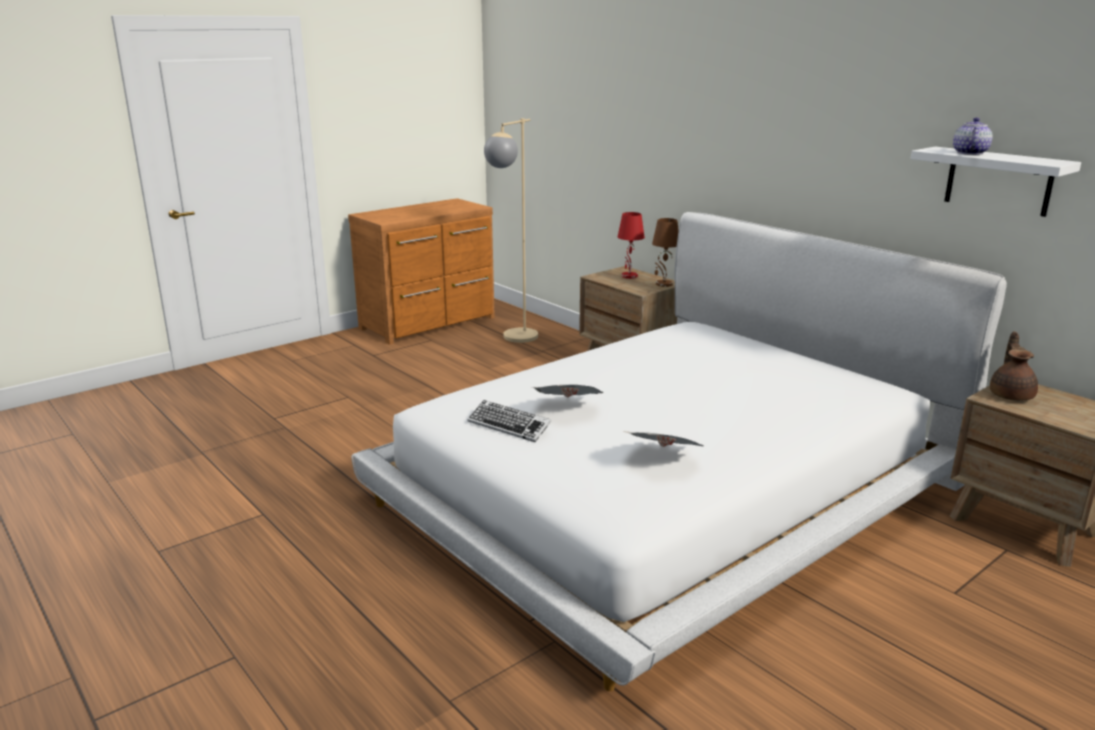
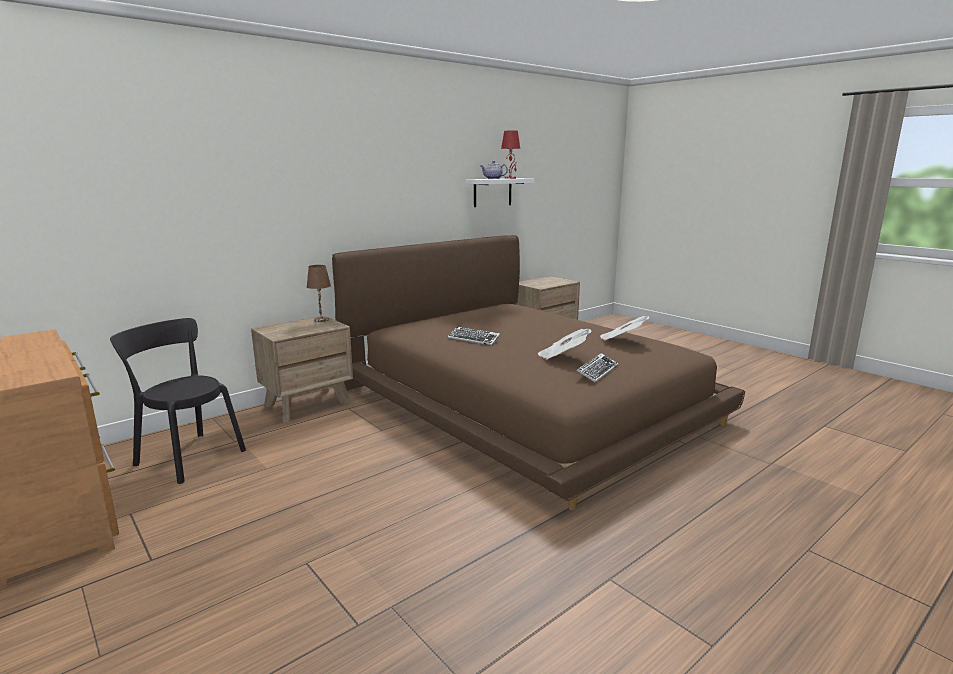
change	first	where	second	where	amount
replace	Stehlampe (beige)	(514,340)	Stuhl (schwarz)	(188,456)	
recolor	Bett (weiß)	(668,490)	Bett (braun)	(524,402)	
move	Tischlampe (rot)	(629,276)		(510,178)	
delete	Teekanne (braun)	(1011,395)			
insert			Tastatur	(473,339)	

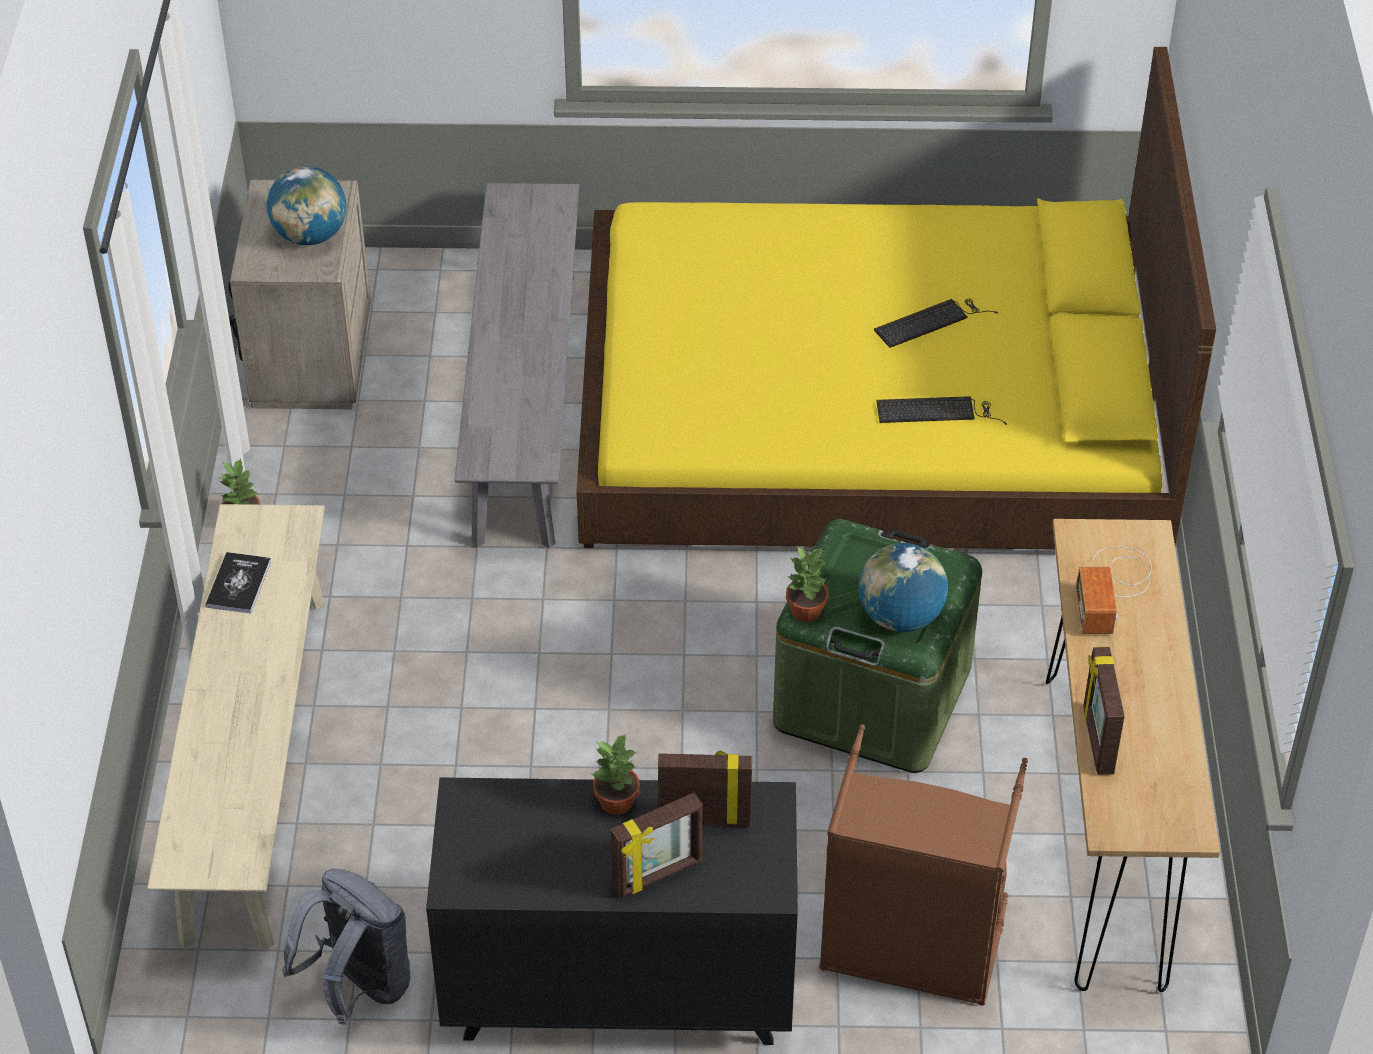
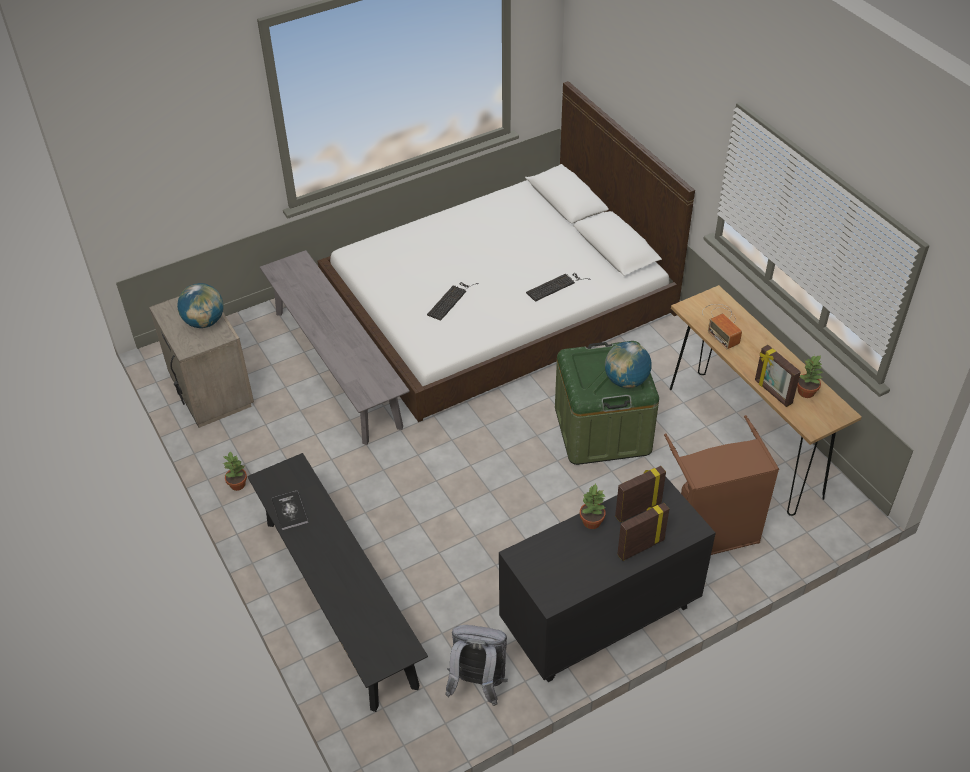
change	first	where	second	where	amount
recolor	Bett (gelb)	(871,409)	Bett (weiß)	(499,303)	
move	Tastatur	(932,321)		(451,300)	
recolor	Bank (beige)	(255,764)	Bank (schwarz)	(339,601)	
move	Topfpflanze	(807,611)		(806,392)	
rotate	Bilderrahmen	(658,876)		(640,547)	150 degrees counterclockwise

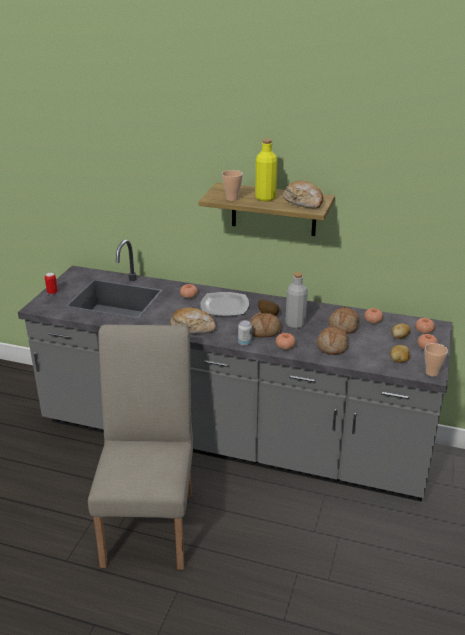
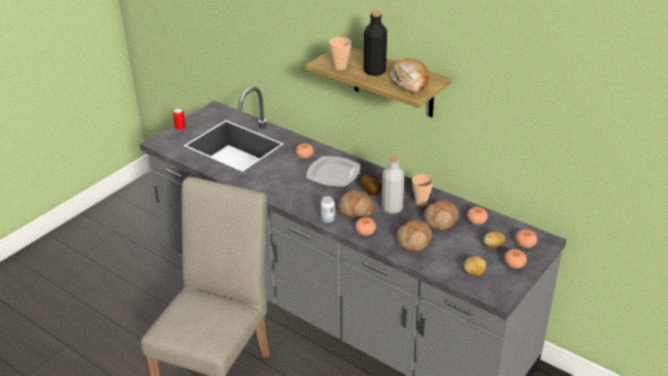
change	first	where	second	where	amount
recolor	Flasche (gelb)	(265,198)	Flasche (schwarz)	(374,71)	
delete	Brot	(193,327)			
move	Tasse	(432,373)		(421,202)	

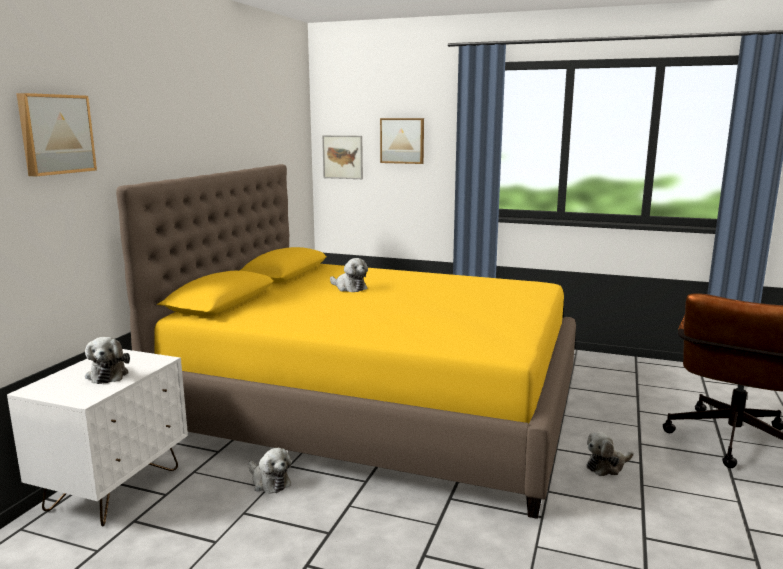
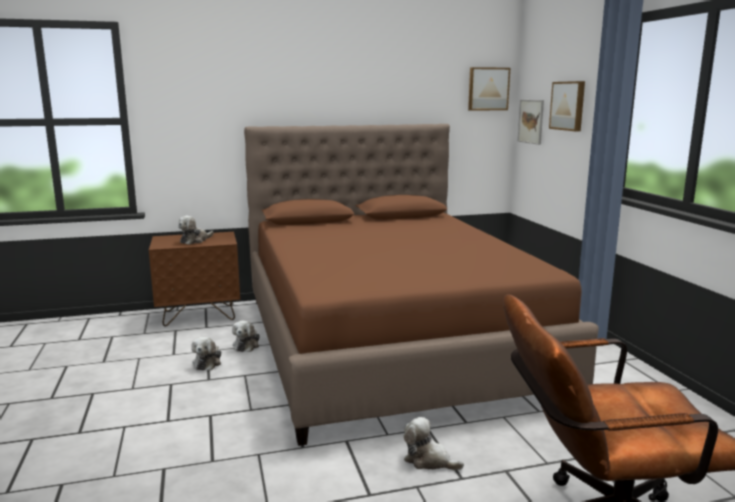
change	first	where	second	where	amount
move	Bild	(55,134)		(488,89)	
recolor	Bett (gelb)	(377,407)	Bett (braun)	(389,342)	
move	Plüschtier	(349,288)		(208,363)	
recolor	Nachttisch (weiß)	(114,489)	Nachttisch (braun)	(199,315)	

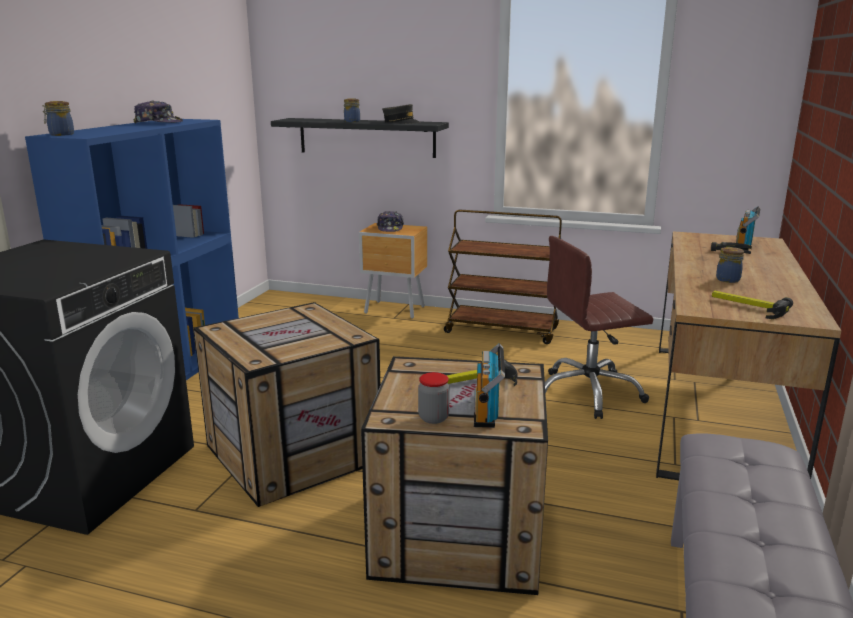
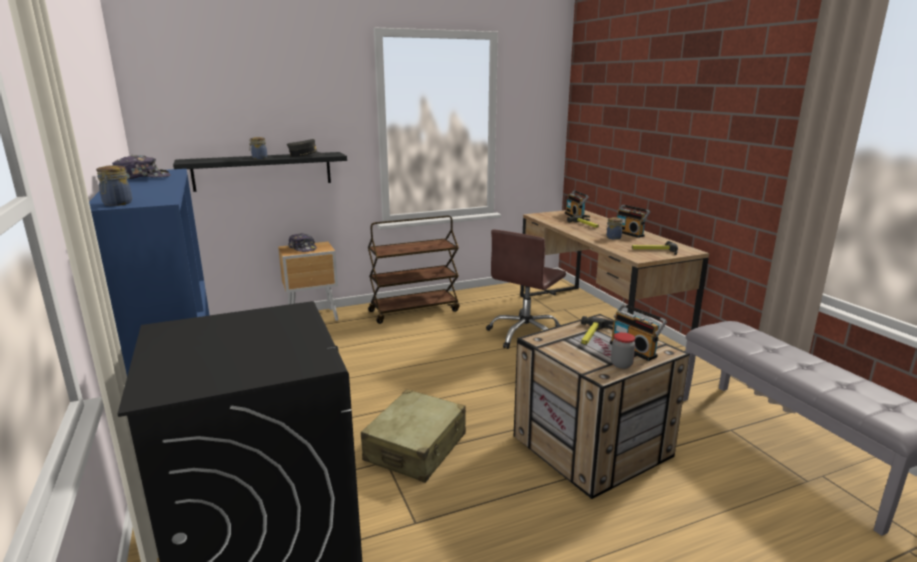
change	first	where	second	where	amount
replace	Kiste	(294,452)	Koffer (beige)	(416,448)	
insert			Radio	(630,233)	

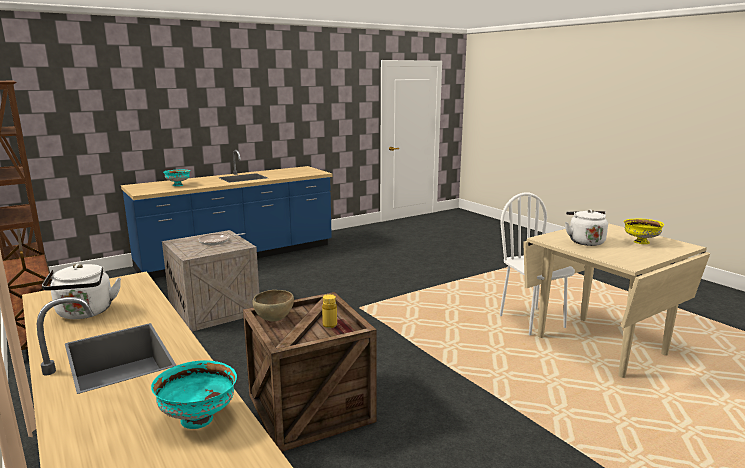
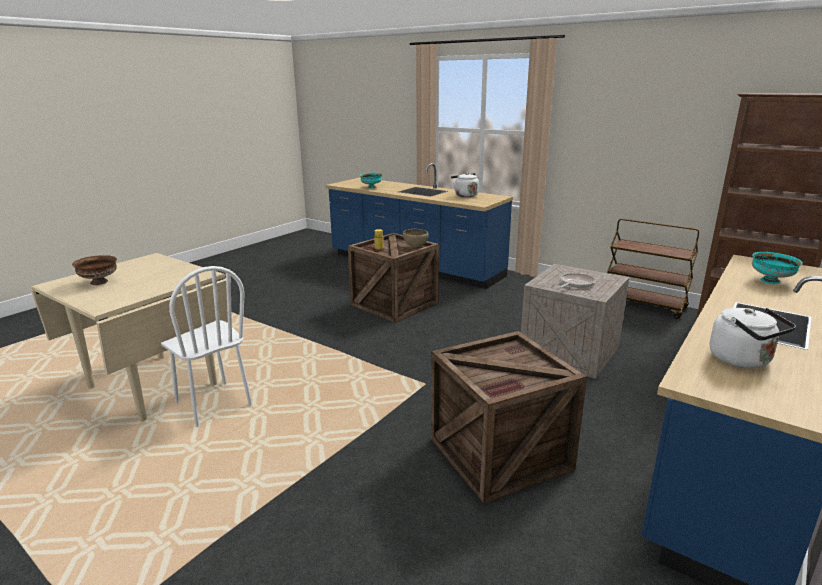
change	first	where	second	where	amount
move	Wasserkessel (weiß)	(585,241)		(743,360)	
recolor	Schüssel (gelb)	(640,242)	Schüssel (braun)	(100,282)	
insert			Kiste	(499,455)	

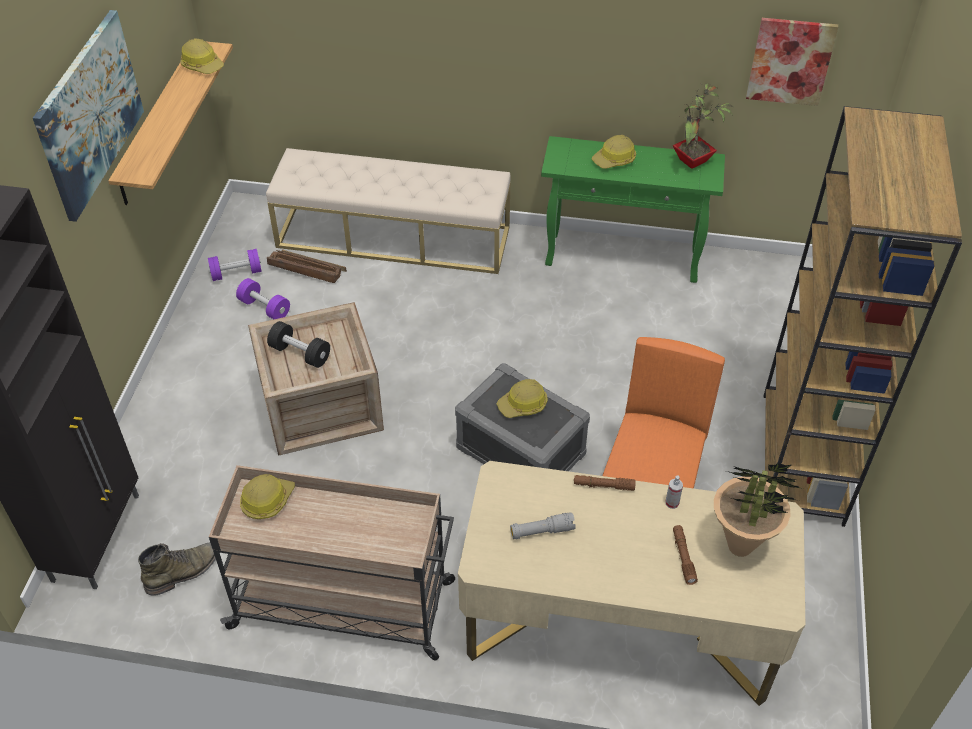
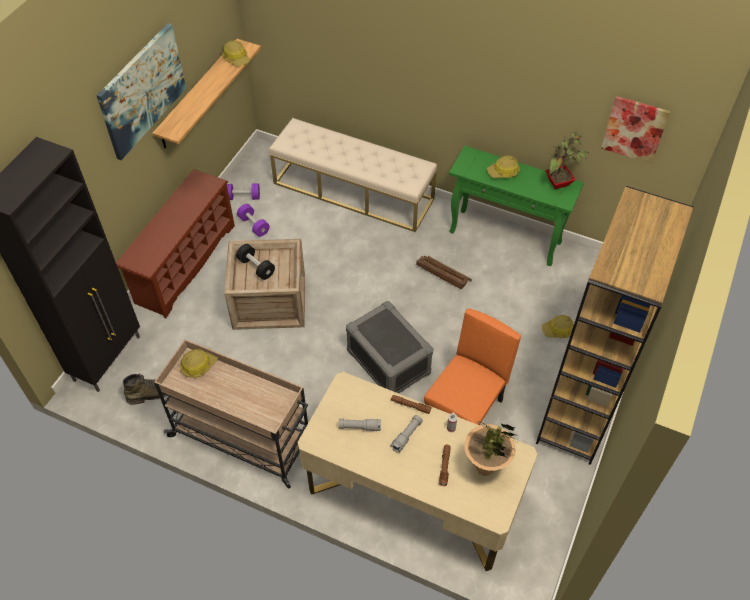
change	first	where	second	where	amount
move	Kiste	(306,270)		(442,274)	
move	Schutzhelm	(523,405)		(558,330)	
insert			Schuhregal (braun)	(184,263)	
insert			Taschenlampe (grau)	(406,436)	

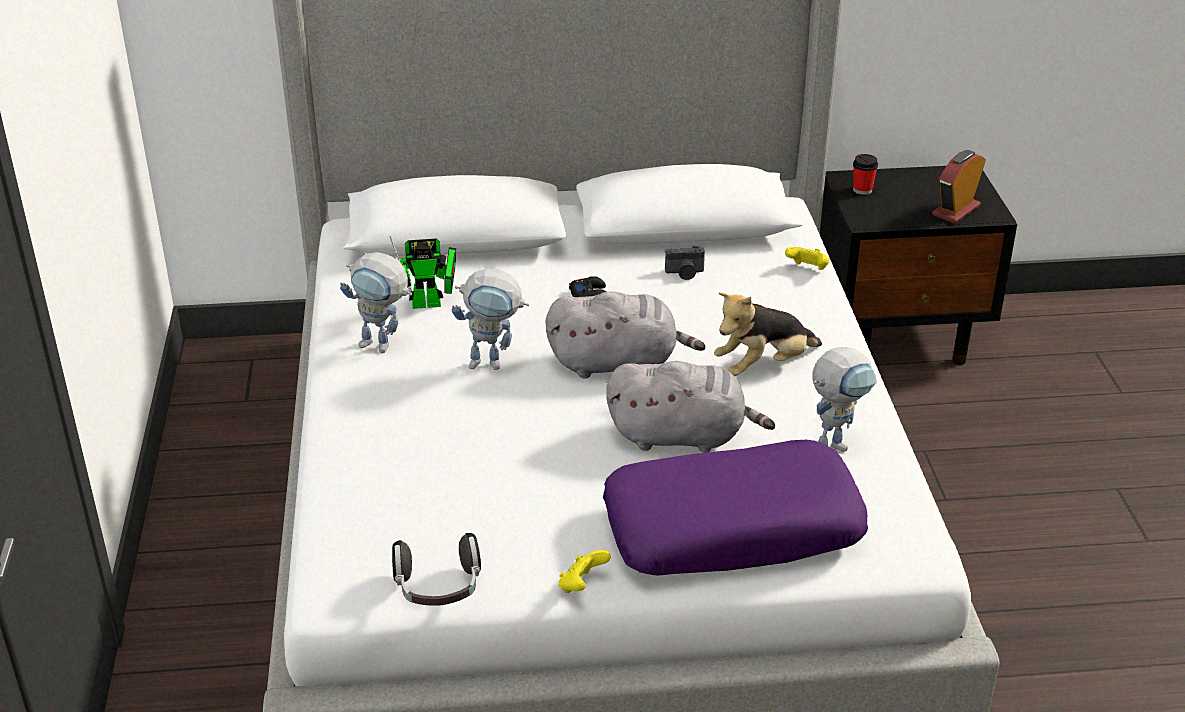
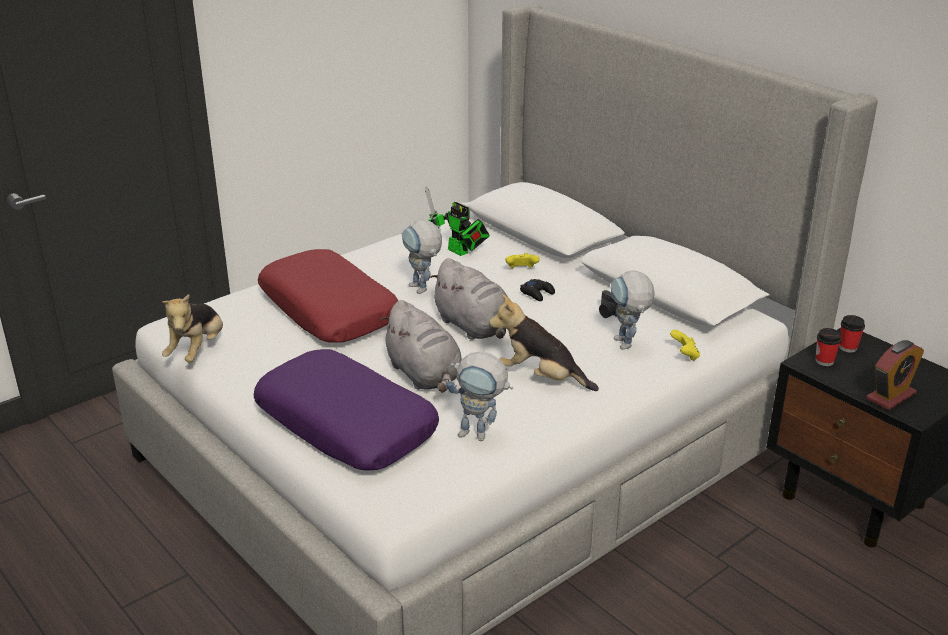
change	first	where	second	where	amount
rotate	Wecker	(956,210)		(890,396)	135 degrees clockwise
move	Spielzeugroboter	(383,346)		(627,346)	
replace	Kopfhörer	(438,589)	Plüschtier	(197,350)	
move	Gamepad (gelb)	(582,585)		(521,270)	
insert			Kissen (rot)	(329,310)	
insert			Tasse	(824,361)	

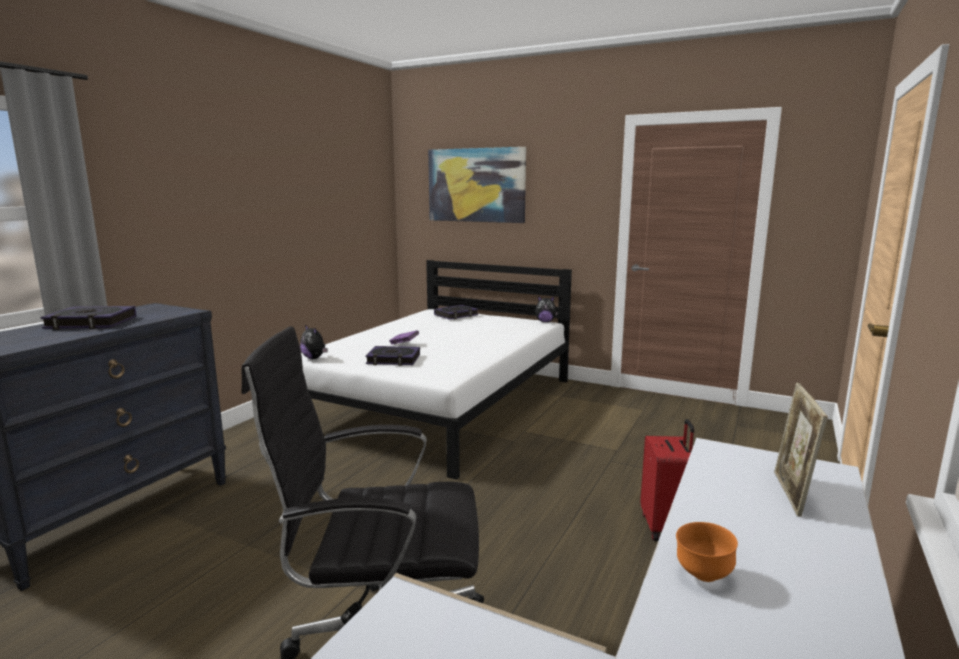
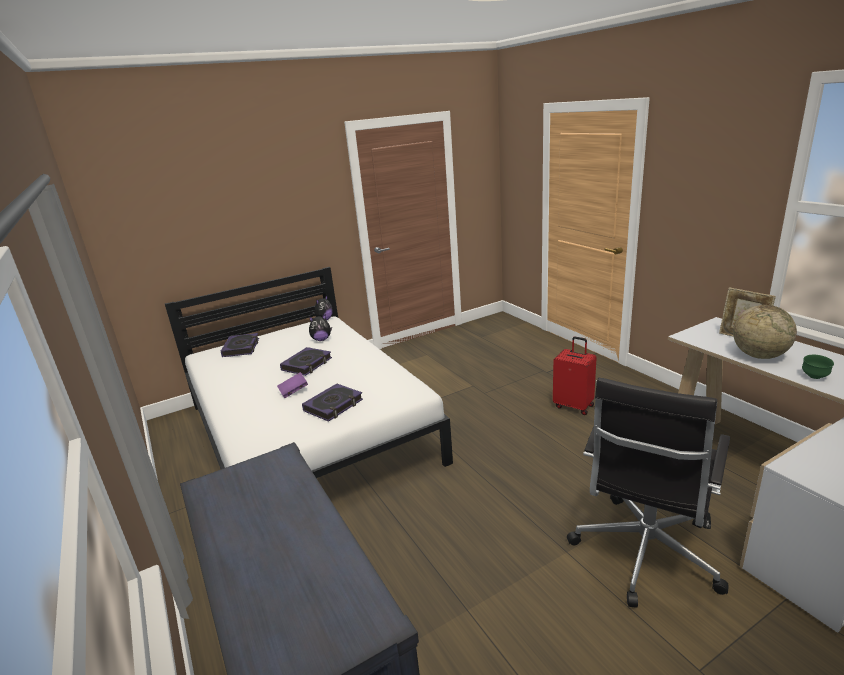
change	first	where	second	where	amount
delete	Bild	(476,185)			
move	Buch	(91,323)		(307,364)	
move	Plüschtier	(314,358)		(321,339)	
recolor	Schüssel (orange)	(702,575)	Schüssel (grün)	(814,377)	
insert			Globus	(759,355)	

